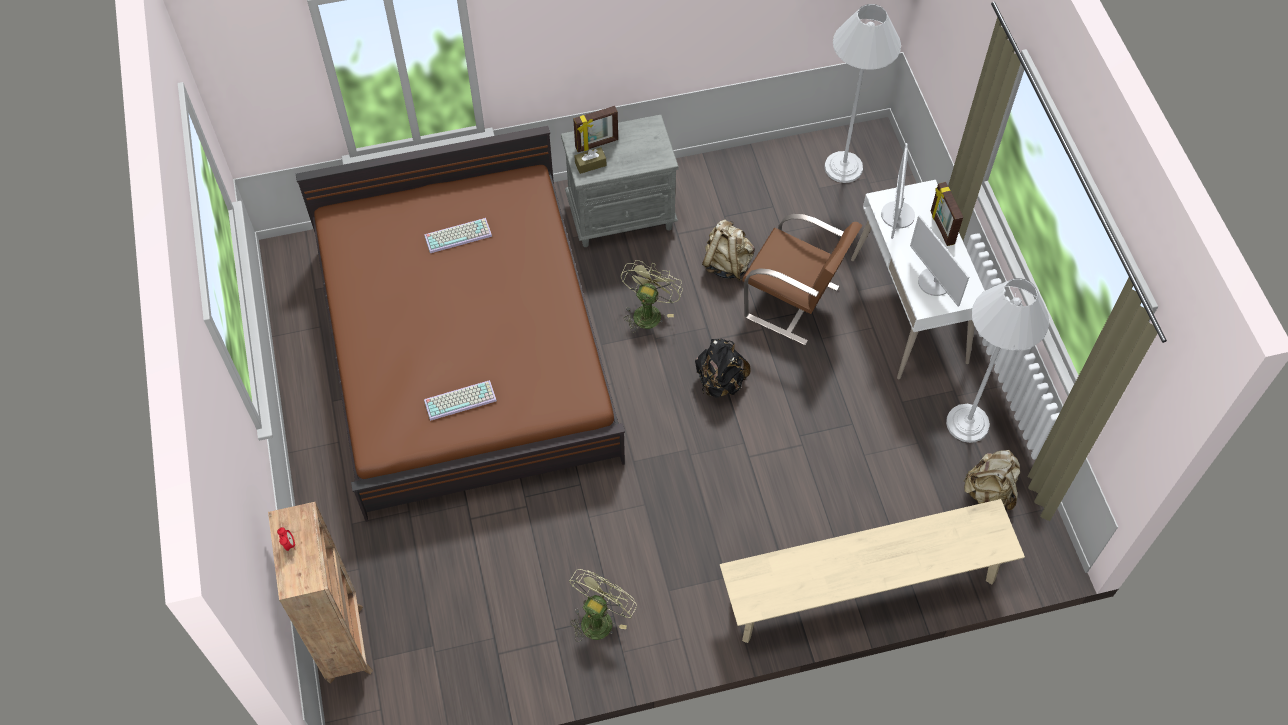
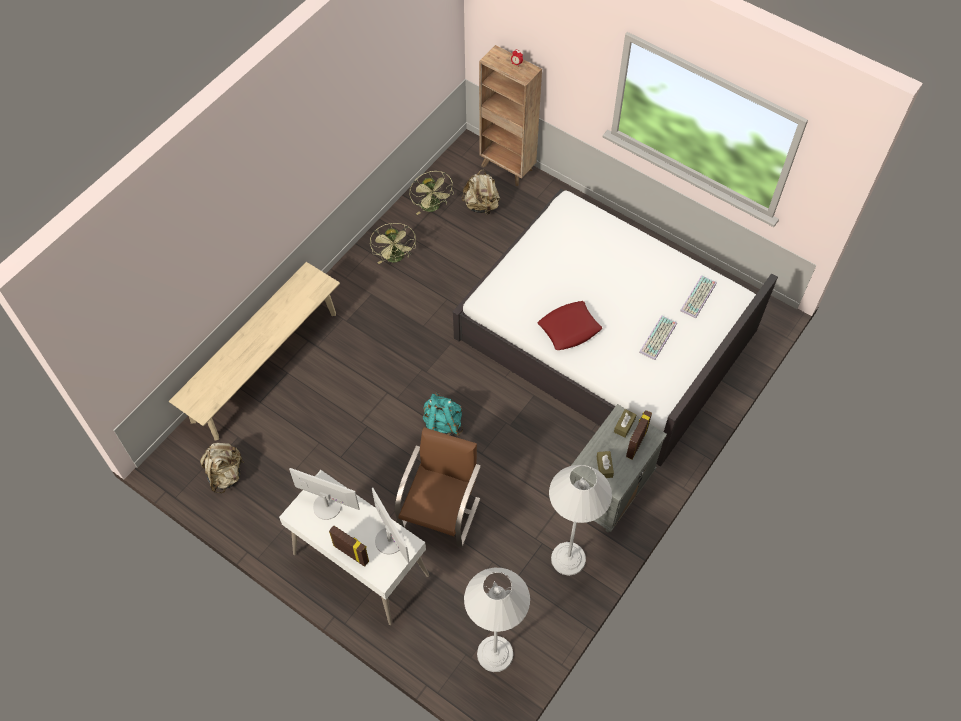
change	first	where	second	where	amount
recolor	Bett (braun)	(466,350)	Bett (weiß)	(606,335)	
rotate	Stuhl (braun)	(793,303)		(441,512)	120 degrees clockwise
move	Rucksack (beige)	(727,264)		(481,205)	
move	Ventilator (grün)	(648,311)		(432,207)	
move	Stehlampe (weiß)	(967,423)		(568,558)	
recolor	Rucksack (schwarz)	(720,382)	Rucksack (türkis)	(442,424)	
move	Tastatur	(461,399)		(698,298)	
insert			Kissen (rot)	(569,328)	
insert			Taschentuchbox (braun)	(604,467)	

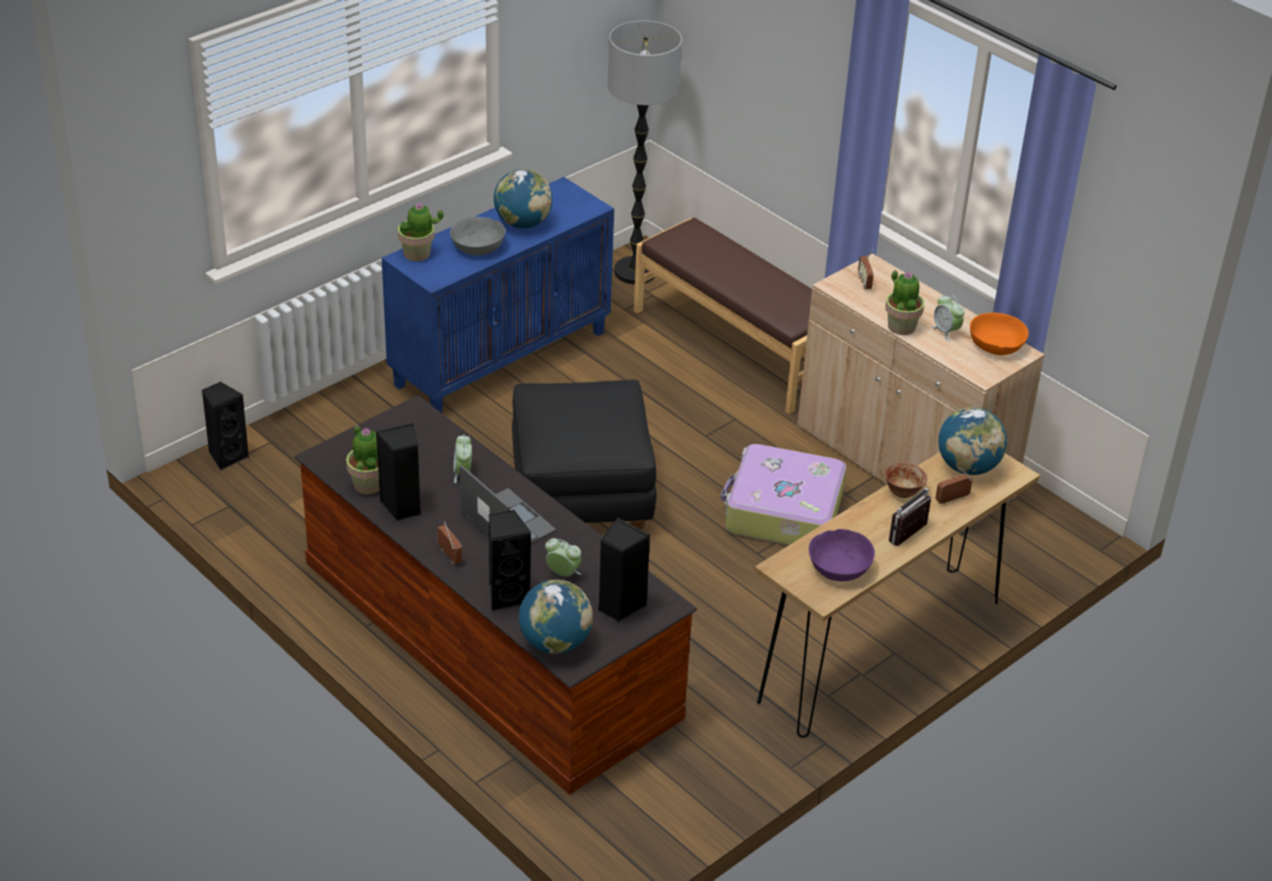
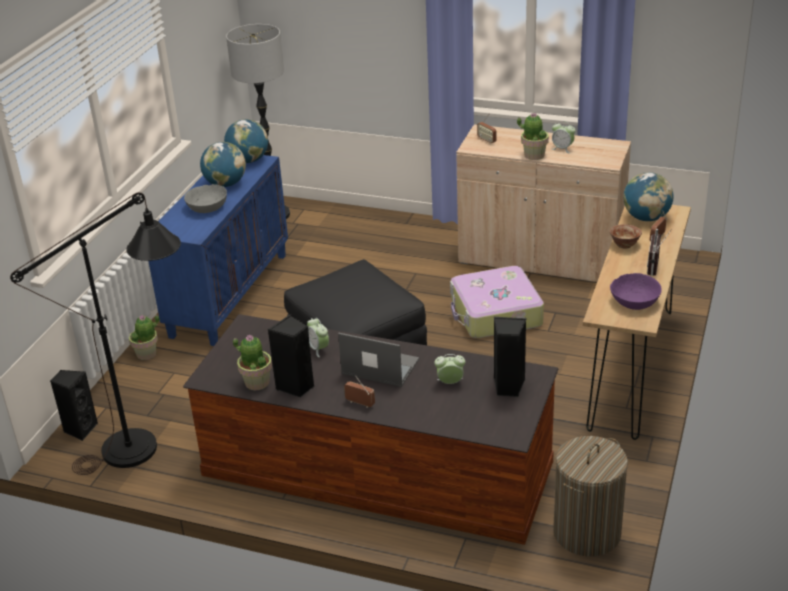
change	first	where	second	where	amount
move	Topfpflanze	(417,254)		(147,353)	
delete	Bank (braun)	(736,346)			
delete	Schüssel (orange)	(996,345)			
delete	Lautsprecher (schwarz)	(507,595)			
move	Globus	(555,643)		(248,160)	
insert			Stehlampe (schwarz)	(145,444)	
insert			Wäschekorb	(587,532)	

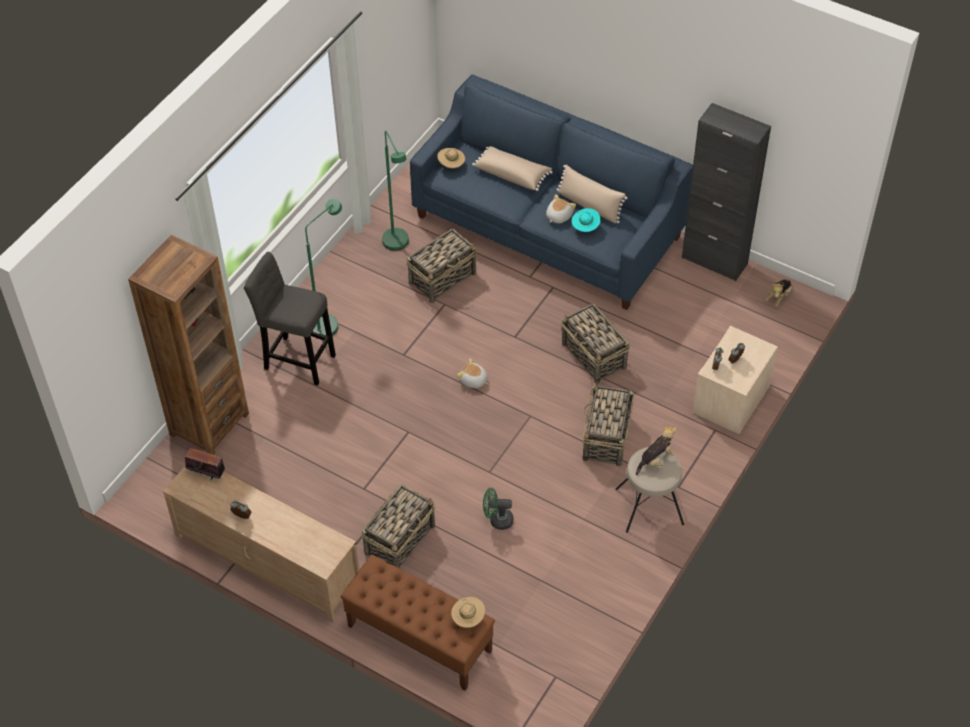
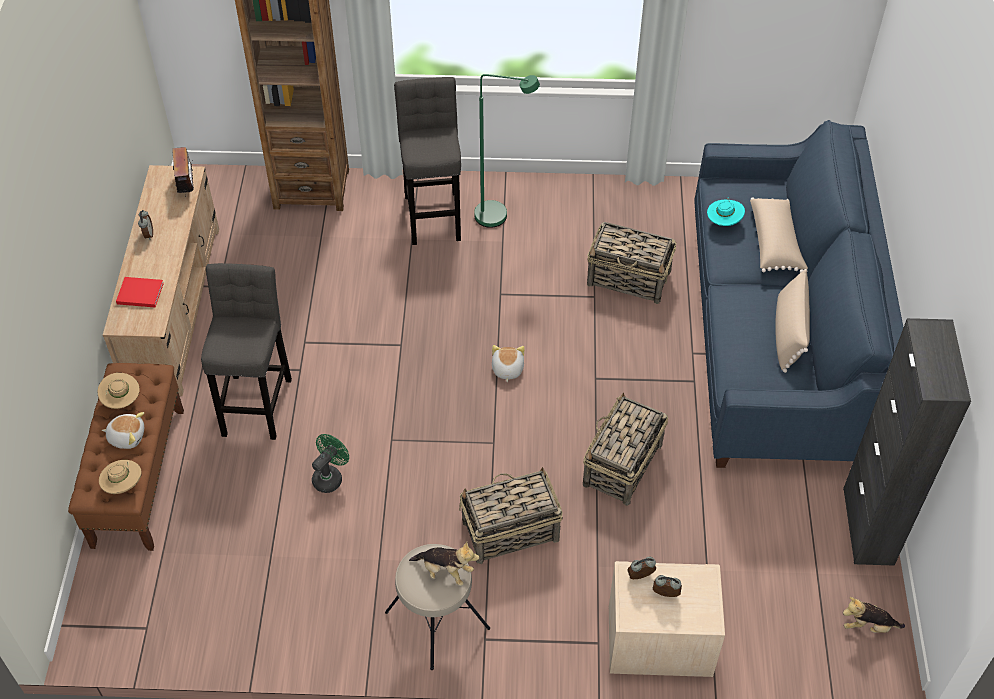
change	first	where	second	where	amount
delete	Stehlampe (grün)	(398,246)			
move	Hut (beige)	(451,165)		(122,400)	
move	Plüschtier	(558,216)		(127,436)	
move	Hut (türkis)	(585,228)		(723,222)	
replace	Korb	(400,539)	Hocker (grau)	(257,402)	
rotate	Ventilator (grün)	(497,520)		(330,476)	60 degrees clockwise
insert			Buch (rot)	(139,293)	

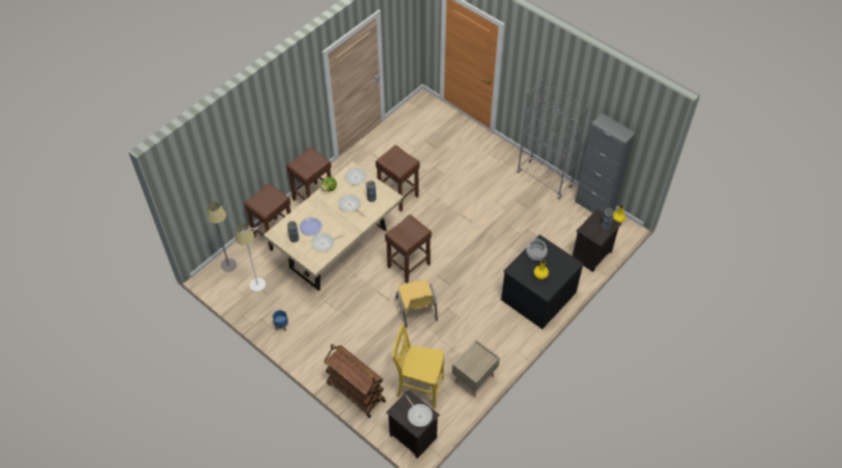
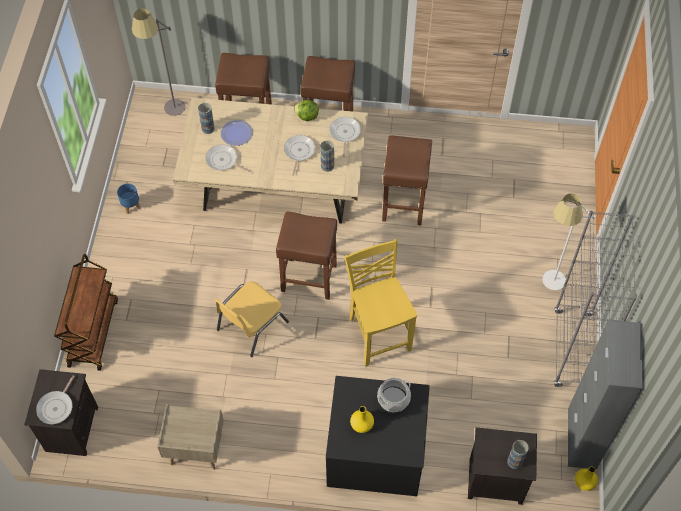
change	first	where	second	where	amount
move	Stehlampe (weiß)	(259,290)		(548,287)	
move	Stuhl (gelb)	(419,387)		(378,334)	

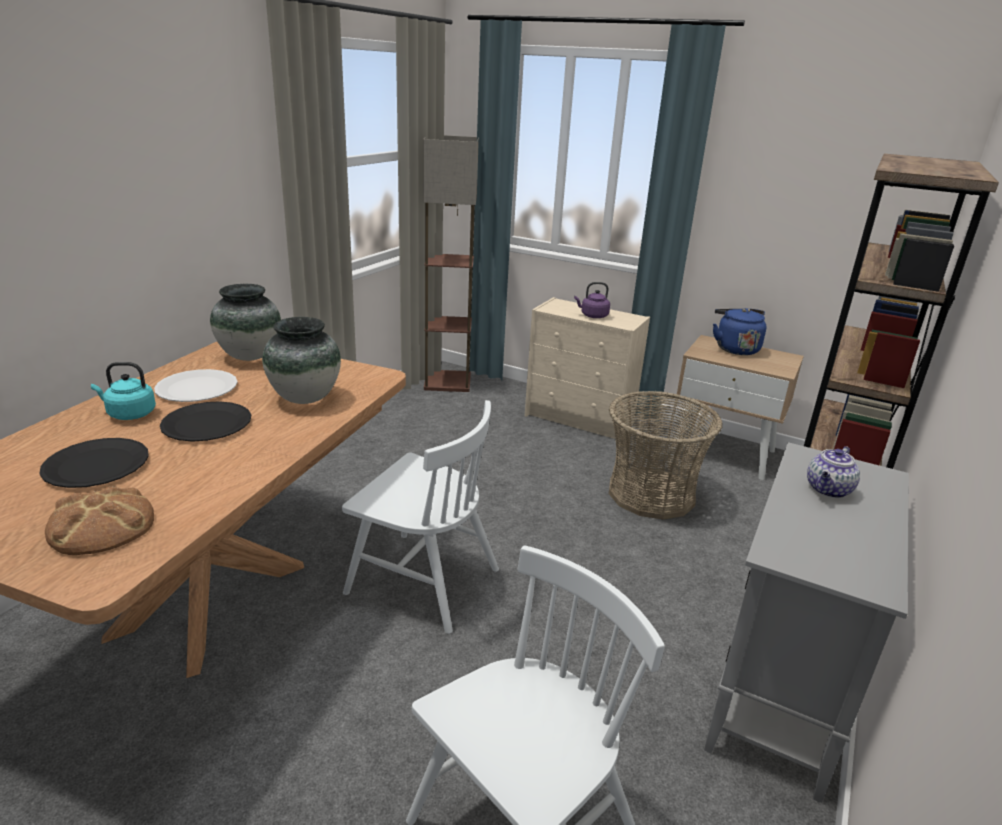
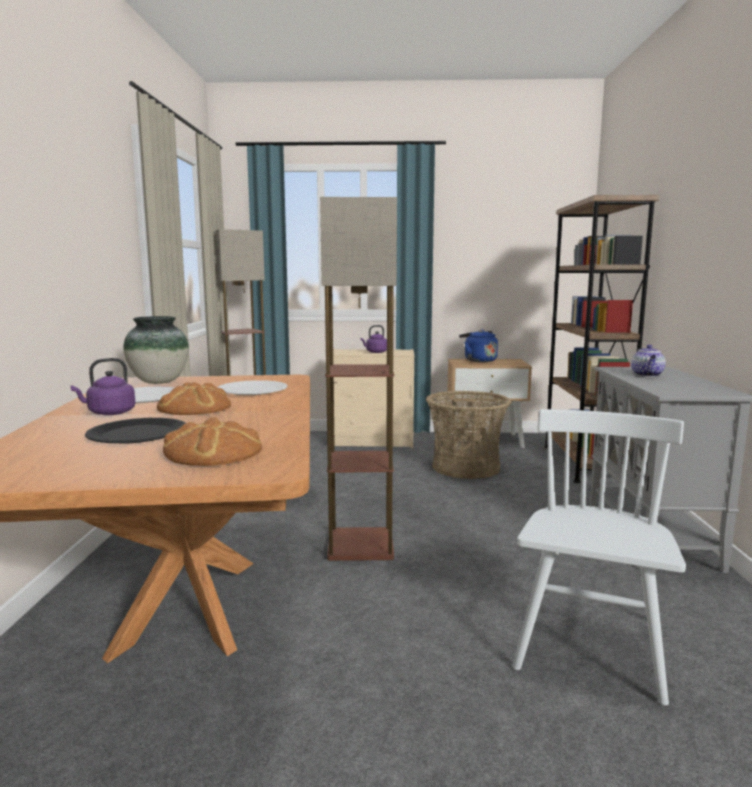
change	first	where	second	where	amount
replace	Vase	(305,398)	Teller (weiß)	(252,390)	
recolor	Wasserkessel (türkis)	(129,414)	Wasserkessel (lila)	(109,413)	
replace	Stuhl (weiß)	(422,580)	Stehlampe	(362,545)	
replace	Teller (schwarz)	(206,424)	Brot	(195,408)	

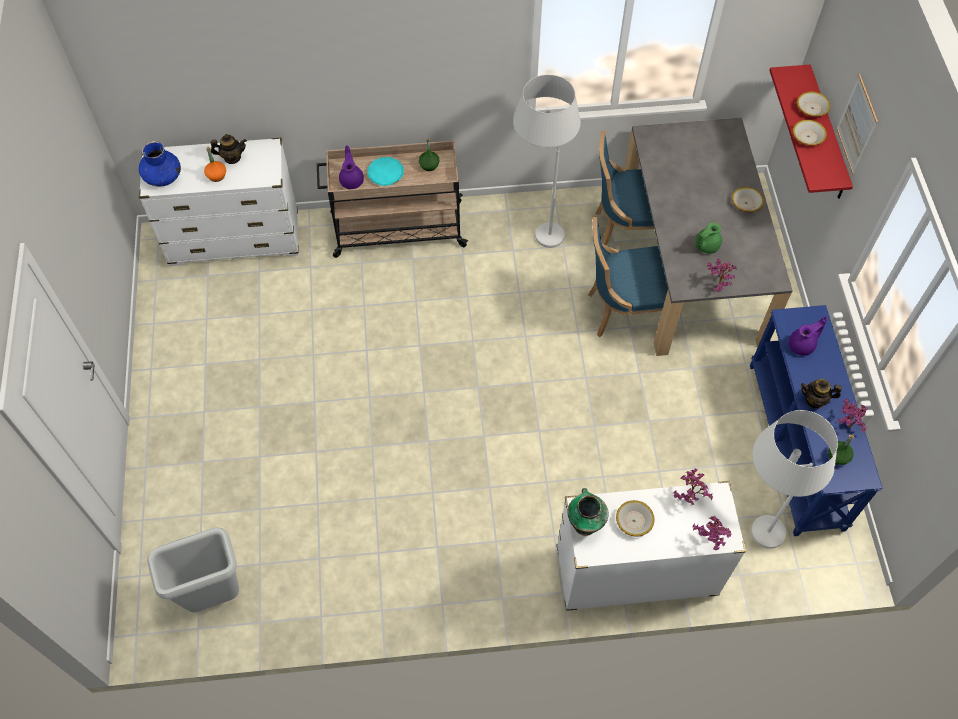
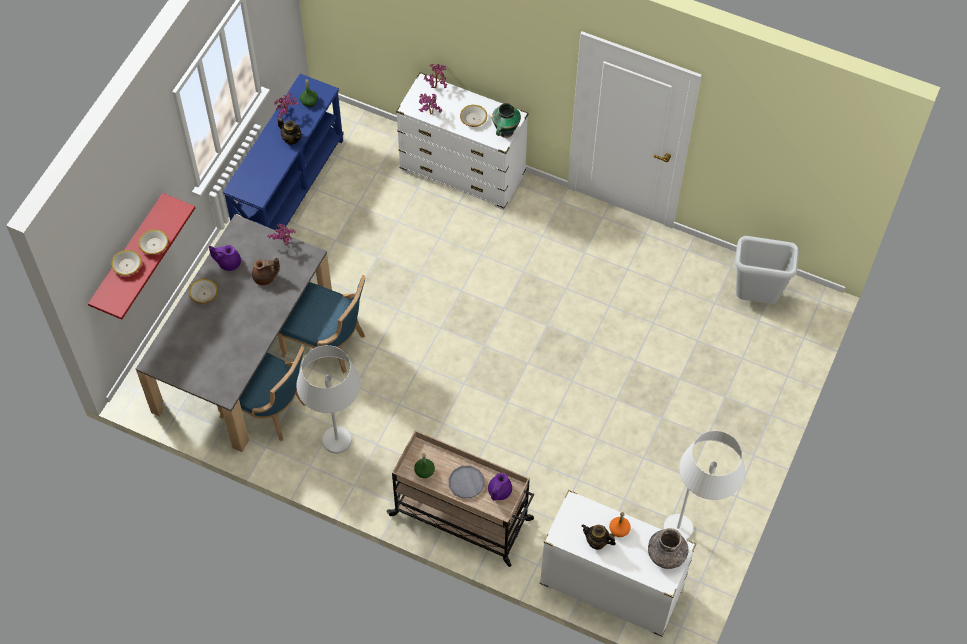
change	first	where	second	where	amount
delete	Bild	(856,125)			
recolor	Vase (blau)	(163,177)	Vase (grau)	(666,554)	
recolor	Teller (türkis)	(385,173)	Teller (grau)	(466,483)	
recolor	Teekanne (grün)	(705,246)	Teekanne (braun)	(265,277)	
move	Teekanne (lila)	(802,345)		(228,262)	
move	Stehlampe (weiß)	(749,534)		(693,535)	

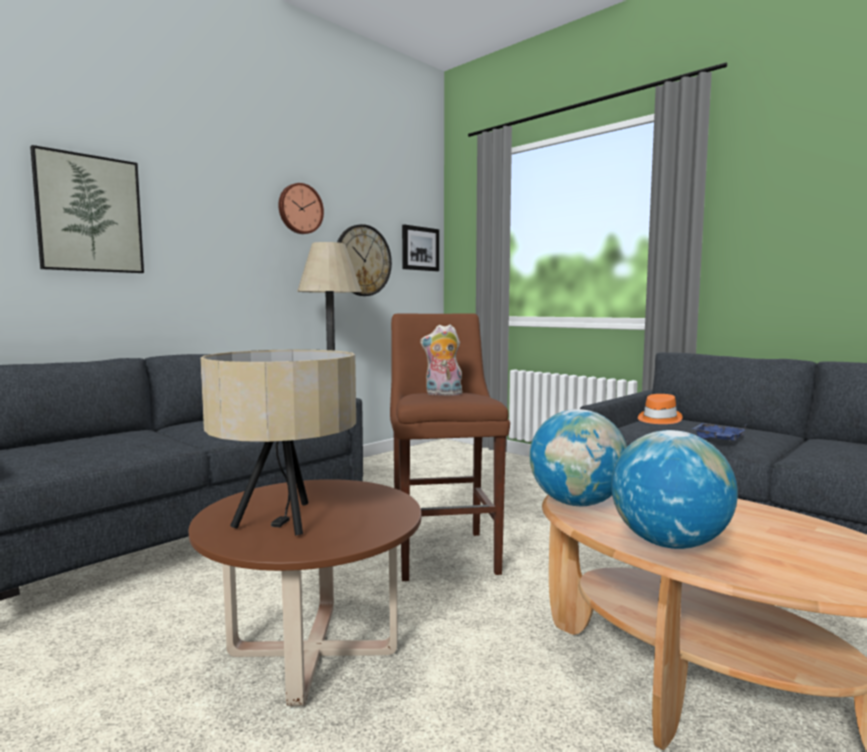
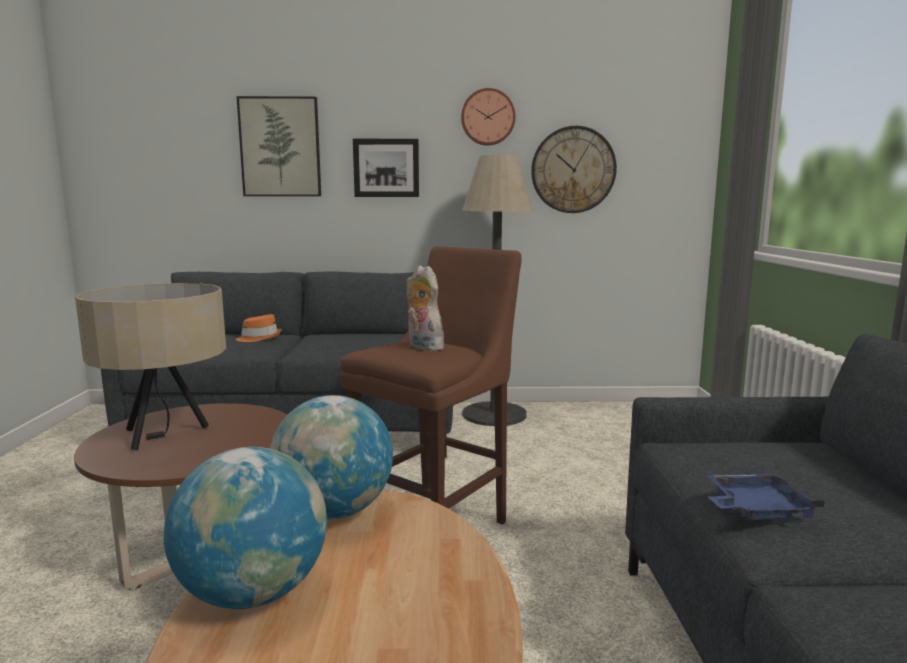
change	first	where	second	where	amount
move	Bild	(420,248)		(386,168)	
move	Hut (orange)	(658,419)		(259,338)	

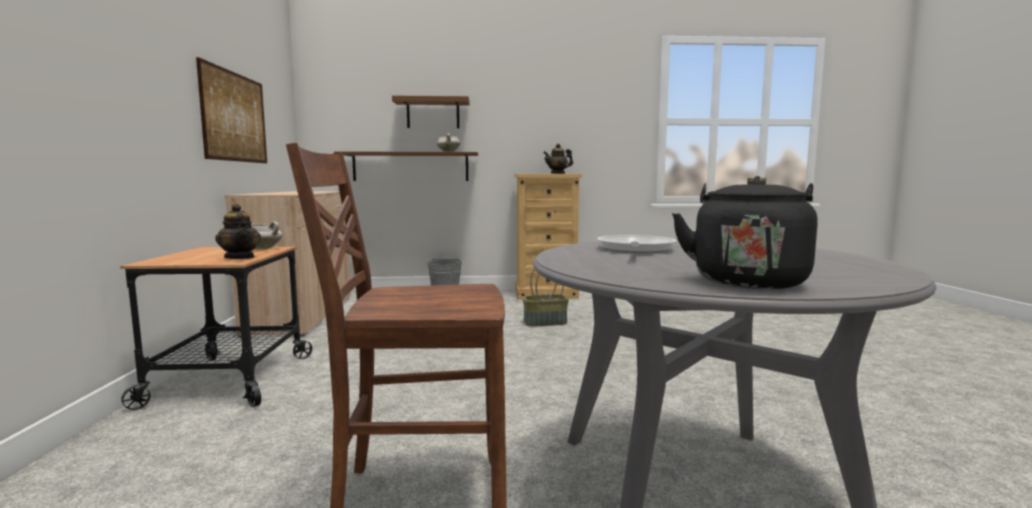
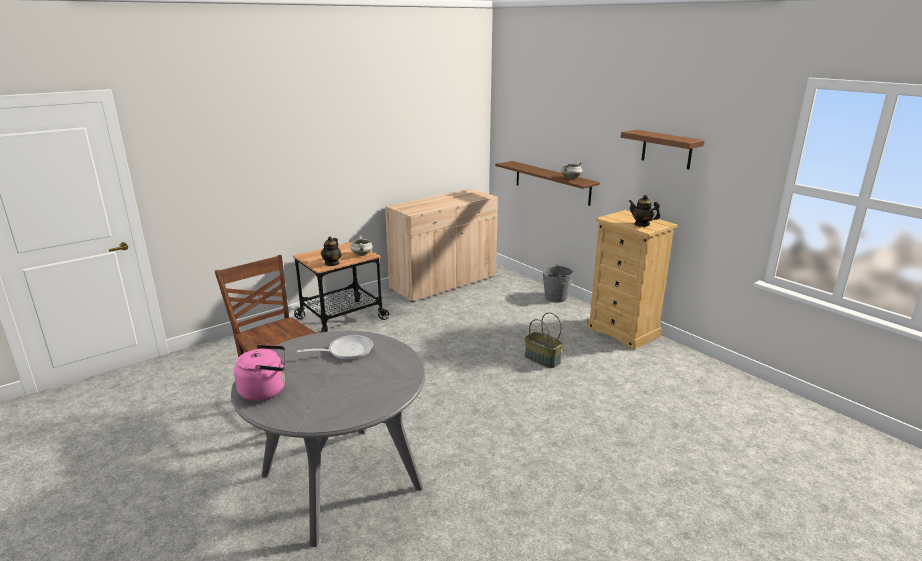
change	first	where	second	where	amount
delete	Bild	(235,117)			
move	Wandregal (braun)	(433,113)		(666,149)	
recolor	Wasserkessel (schwarz)	(747,281)	Wasserkessel (rosa)	(266,390)	

